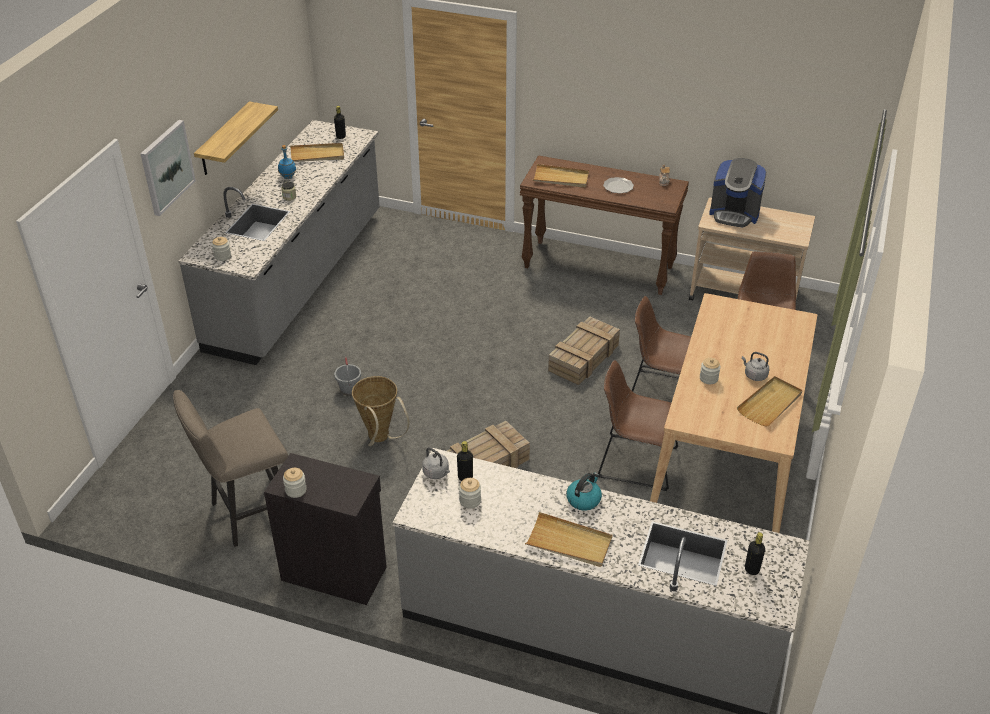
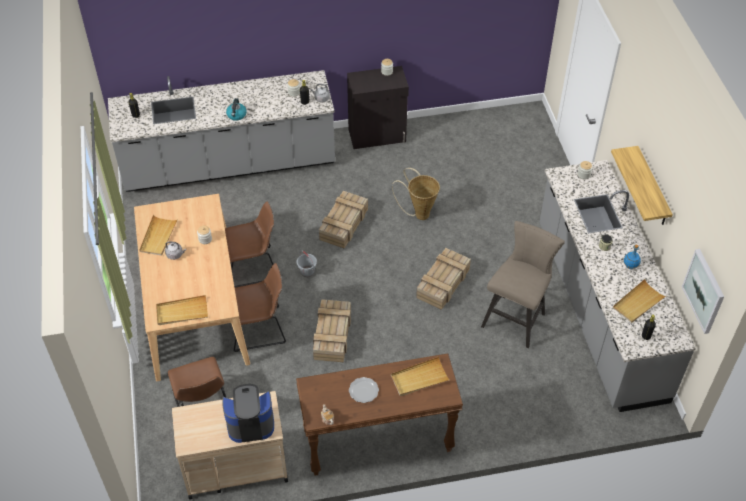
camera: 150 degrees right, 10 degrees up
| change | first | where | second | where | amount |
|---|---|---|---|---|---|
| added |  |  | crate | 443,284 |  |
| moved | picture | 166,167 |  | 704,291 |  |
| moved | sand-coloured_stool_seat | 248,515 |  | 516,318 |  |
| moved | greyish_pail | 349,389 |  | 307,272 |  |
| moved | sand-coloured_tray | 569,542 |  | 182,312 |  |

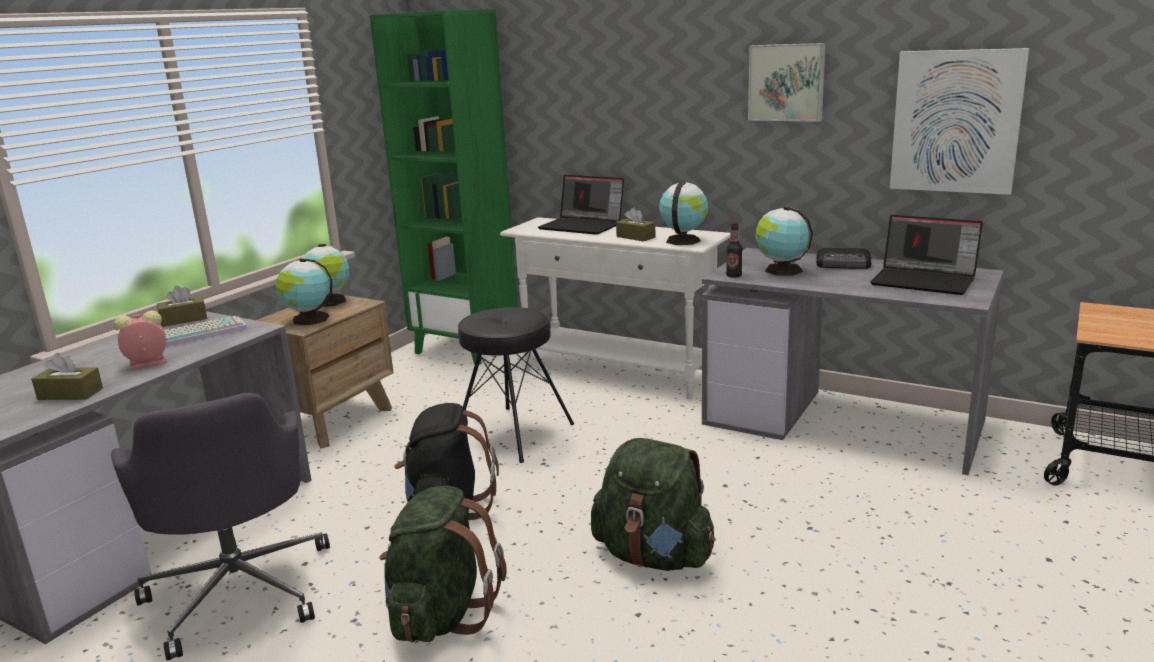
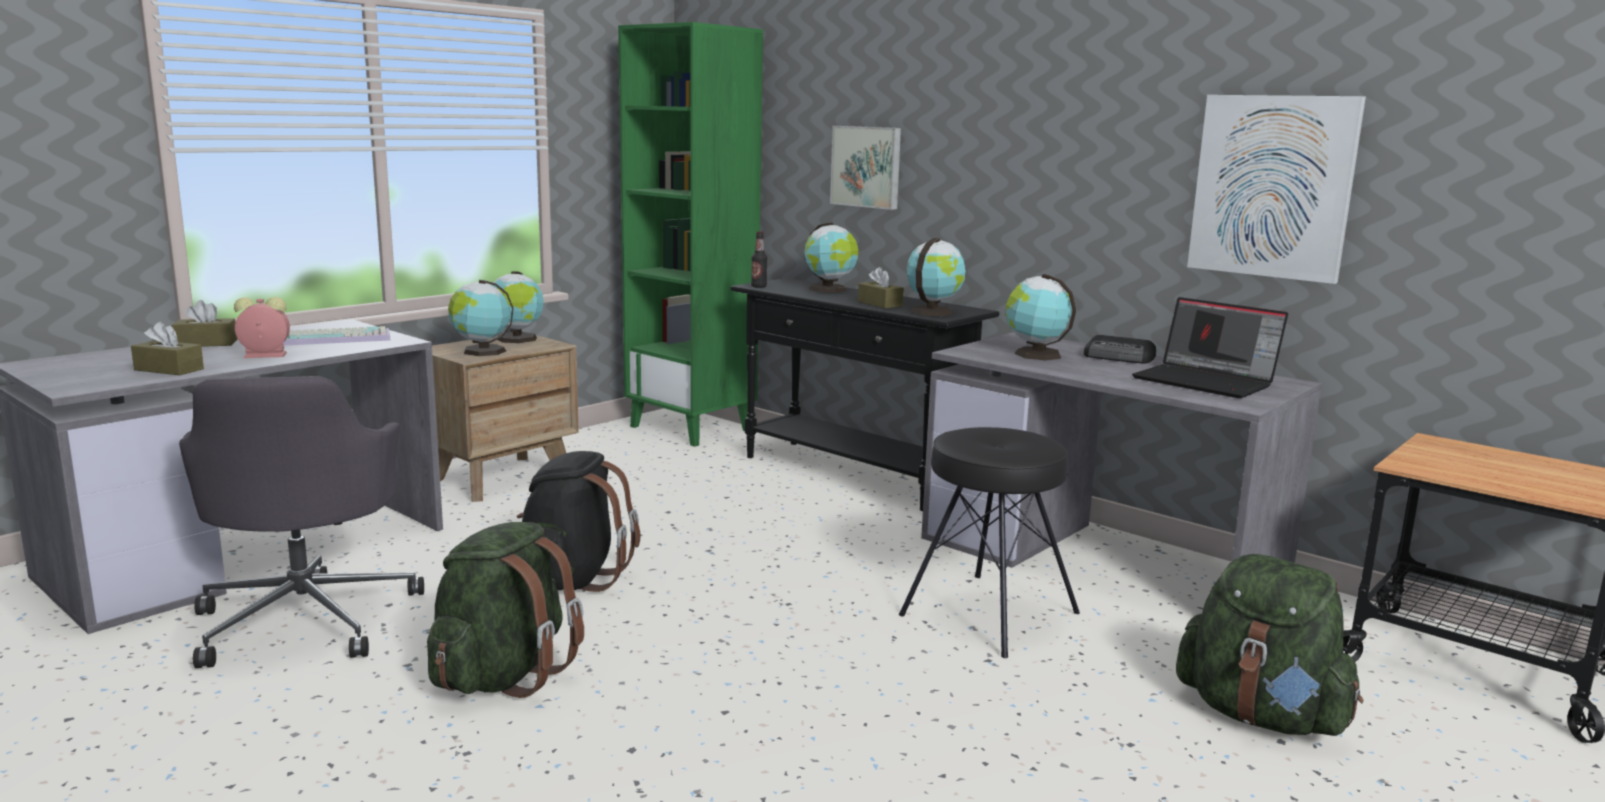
camera: 10 degrees right, 5 degrees down
| change | first | where | second | where | amount |
|---|---|---|---|---|---|
| moved | brown_box_of_tissues | 183,319 |  | 206,343 |  |
| moved | black_stool_seat | 513,433 |  | 988,613 |  |
| moved | green-coloured_rucksack | 654,556 |  | 1261,716 |  |
| moved | drink_bottle | 734,276 |  | 758,287 |  |
| moved | picture | 787,82 |  | 867,166 |  |
| replaced | laptop | 583,226 | desk_globe | 829,289 |  |
| recoloured | whitish_console_table | 618,373 | black_console_table | 853,474 |  |

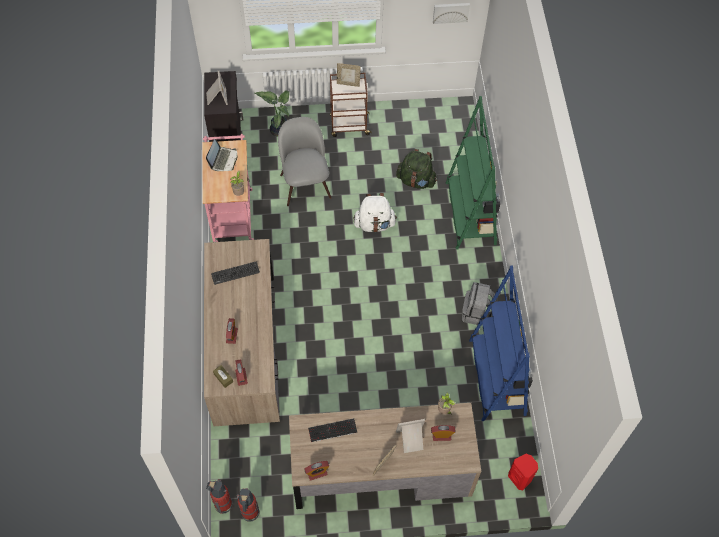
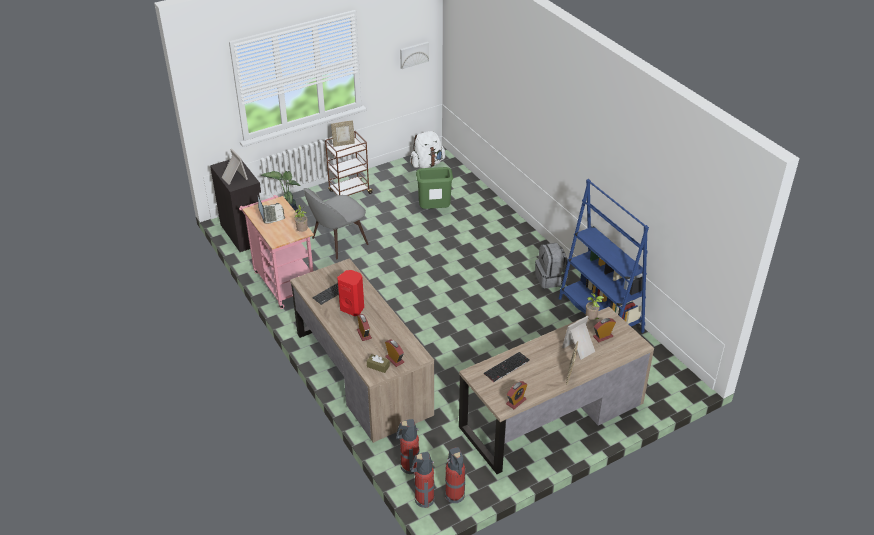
camera: 25 degrees left, 20 degrees down
| change | first | where | second | where | amount |
|---|---|---|---|---|---|
| removed | green-coloured_bookcase | 470,213 |  |  |  |
| added |  |  | extinguisher | 409,466 |  |
| moved | whitish_rucksack | 374,224 |  | 427,164 |  |
| moved | red_loudspeaker | 520,478 |  | 353,308 |  |
| replaced | green-coloured_rucksack | 416,181 | green-coloured_trash_can | 434,210 |  |
| turned | greyish_chair | 305,184 |  | 337,242 | 90 degrees counterclockwise |

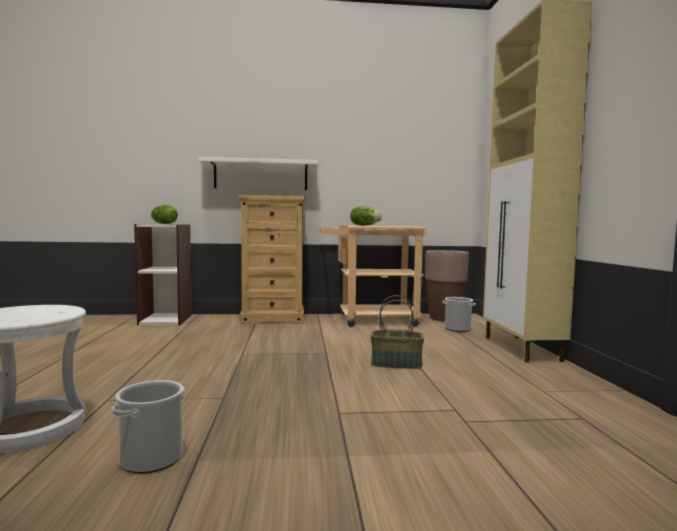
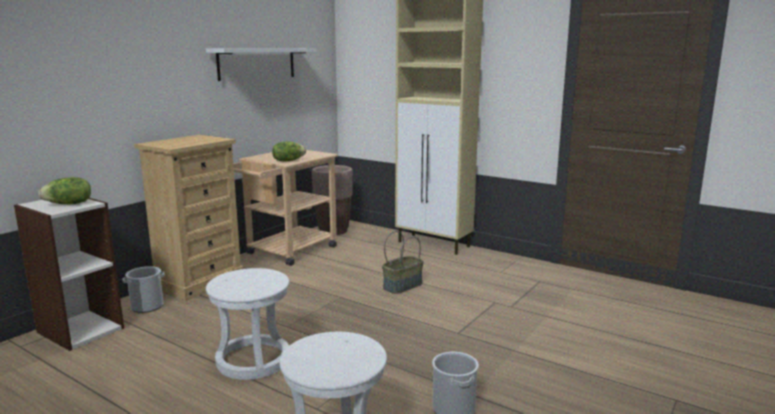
camera: 50 degrees left, 10 degrees up
| change | first | where | second | where | amount |
|---|---|---|---|---|---|
| added |  |  | whitish_stool_seat | 253,360 |  |
| moved | whitish_wall_shelf | 261,175 |  | 257,63 |  |
| moved | pail | 457,329 |  | 147,306 |  |

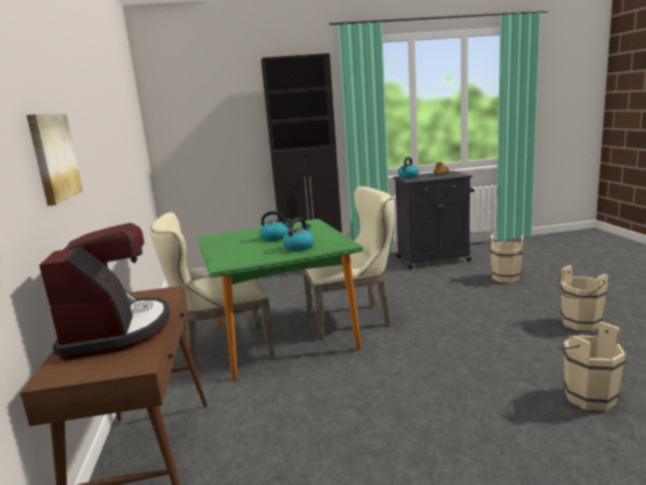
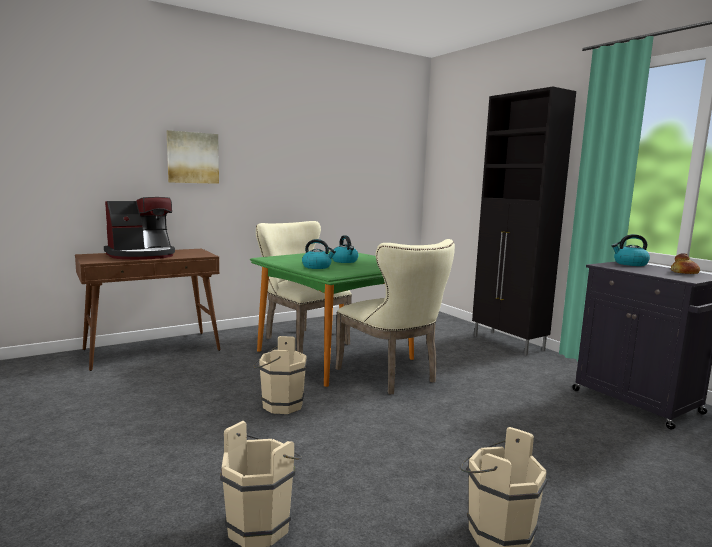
camera: 65 degrees right, 5 degrees down
| change | first | where | second | where | amount |
|---|---|---|---|---|---|
| moved | sand-coloured_pail | 505,279 |  | 279,405 |  |

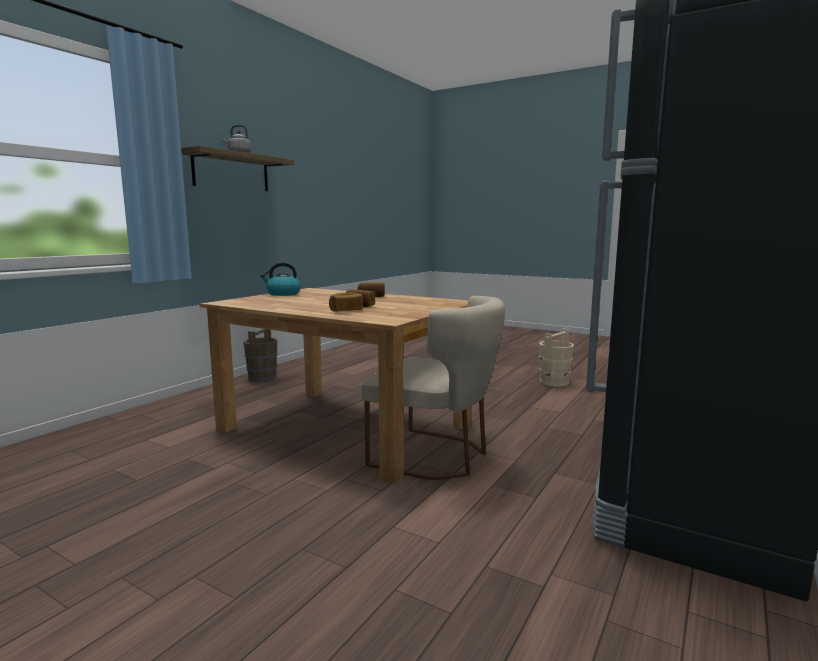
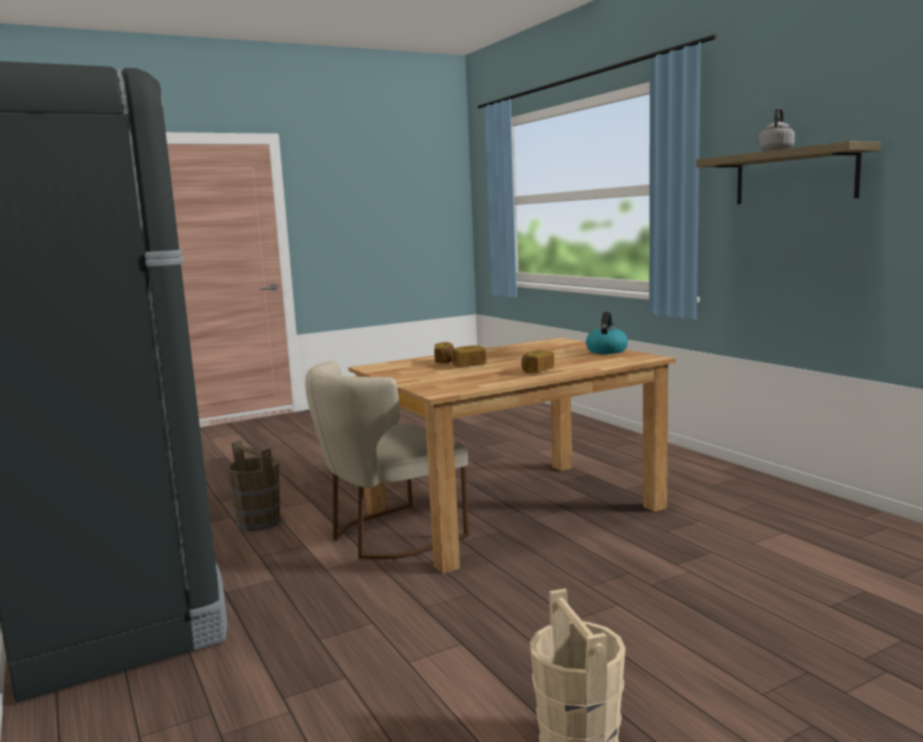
camera: 120 degrees right, 0 degrees up
| change | first | where | second | where | amount |
|---|---|---|---|---|---|
| moved | brown_pail | 262,378 |  | 258,522 |  |

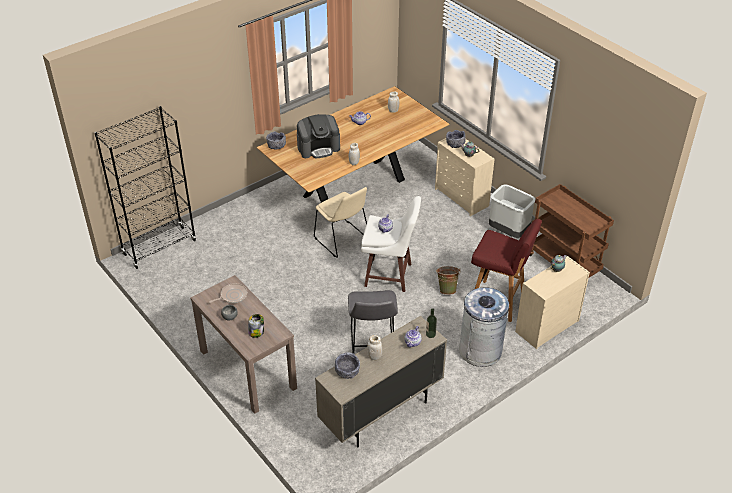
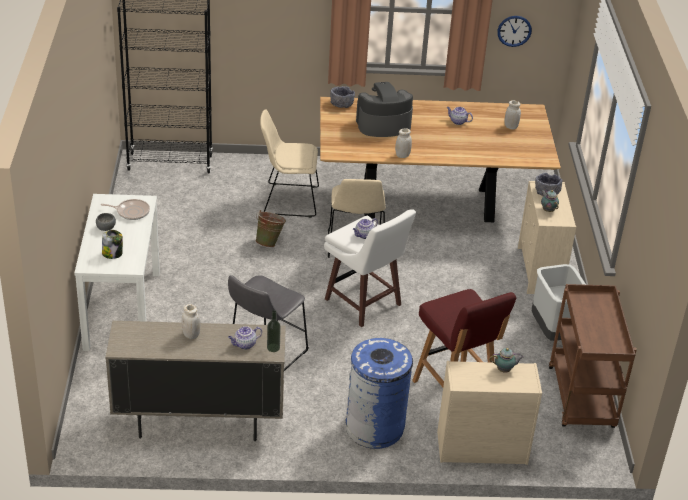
camera: 35 degrees right, 5 degrees down
| change | first | where | second | where | amount |
|---|---|---|---|---|---|
| removed | greyish_bowl | 347,371 |  |  |  |
| added |  |  | sand-coloured_chair | 288,200 |  |
| added |  |  | wall_clock | 514,31 |  |
| moved | green-coloured_pail | 447,289 |  | 270,242 |  |
| recoloured | brown_console_table | 247,369 | whitish_console_table | 122,309 |  |
| recoloured | greyish_trash_can | 480,350 | blue_trash_can | 375,427 |  |
| turned | coffee_machine | 318,147 |  | 383,125 | 150 degrees clockwise |

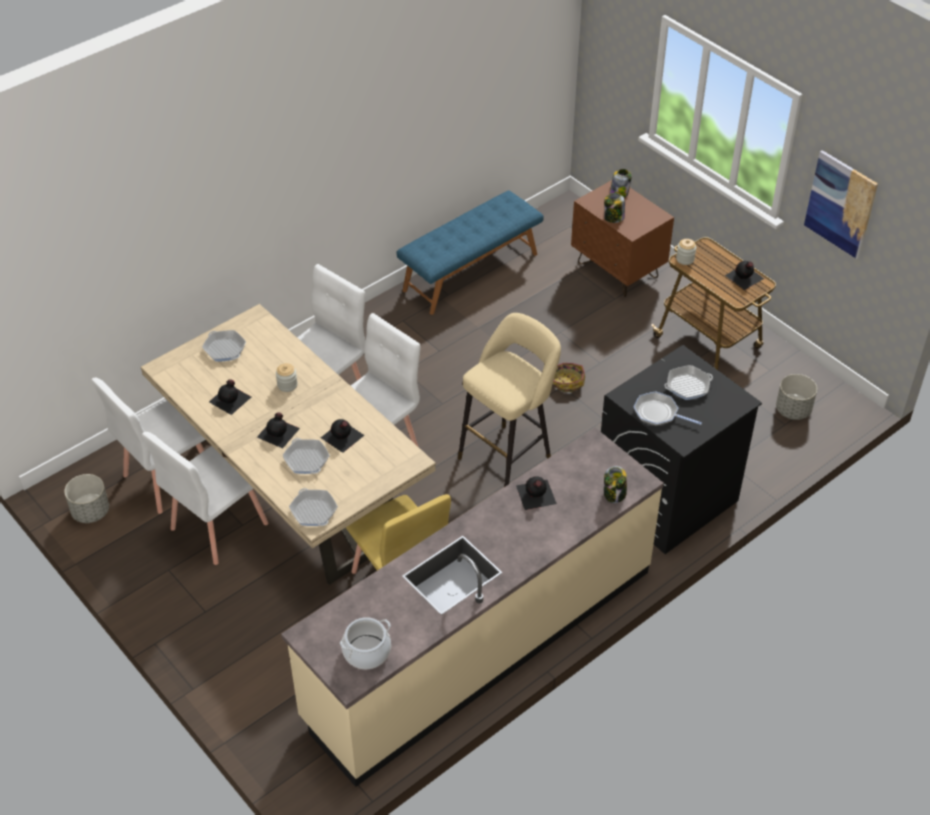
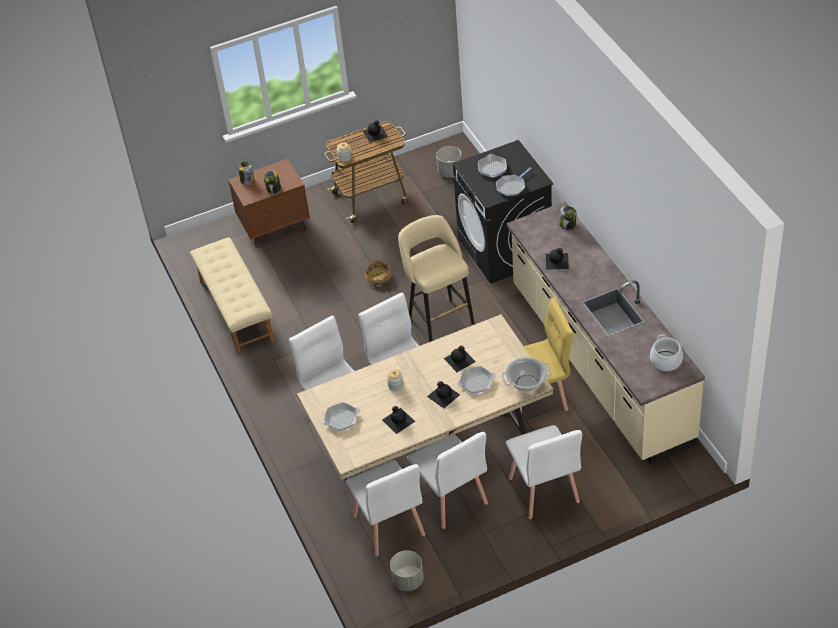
camera: 70 degrees left, 0 degrees up
| change | first | where | second | where | amount |
|---|---|---|---|---|---|
| removed | picture | 840,204 |  |  |  |
| added |  |  | whitish_chair | 543,490 |  |
| replaced | frying_pan | 313,511 | saucepot | 526,383 |  |
| recoloured | blue_long_seat | 470,271 | sand-coloured_long_seat | 236,311 |  |

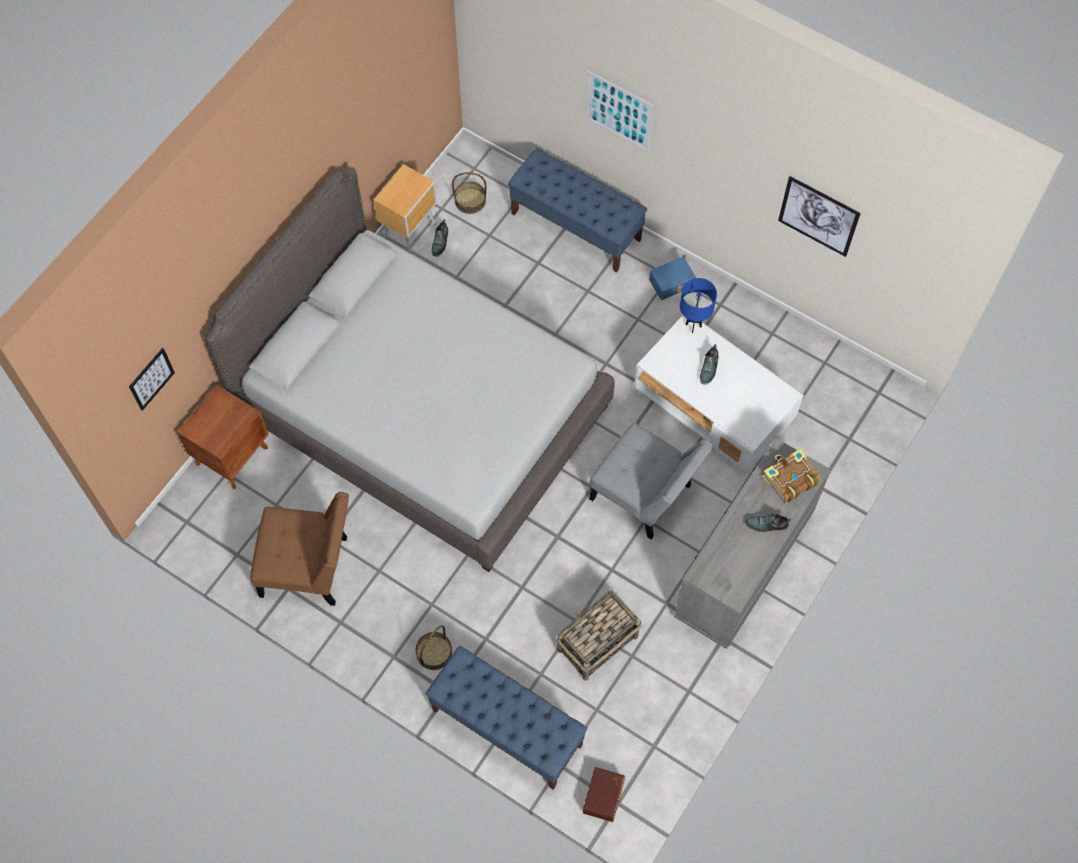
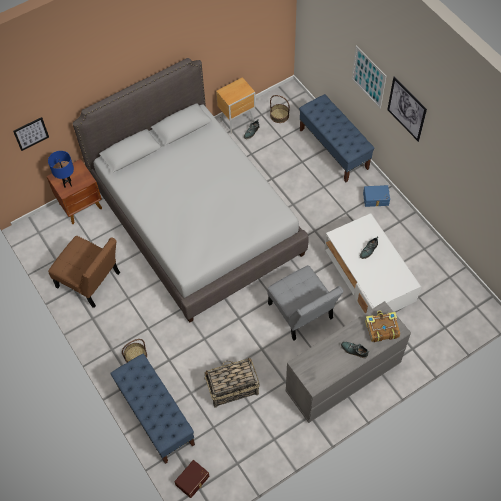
camera: 25 degrees right, 5 degrees down
| change | first | where | second | where | amount |
|---|---|---|---|---|---|
| moved | blue_lamp_for_a_table | 693,325 |  | 68,184 |  |
| moved | picture | 818,216 |  | 406,109 |  |

